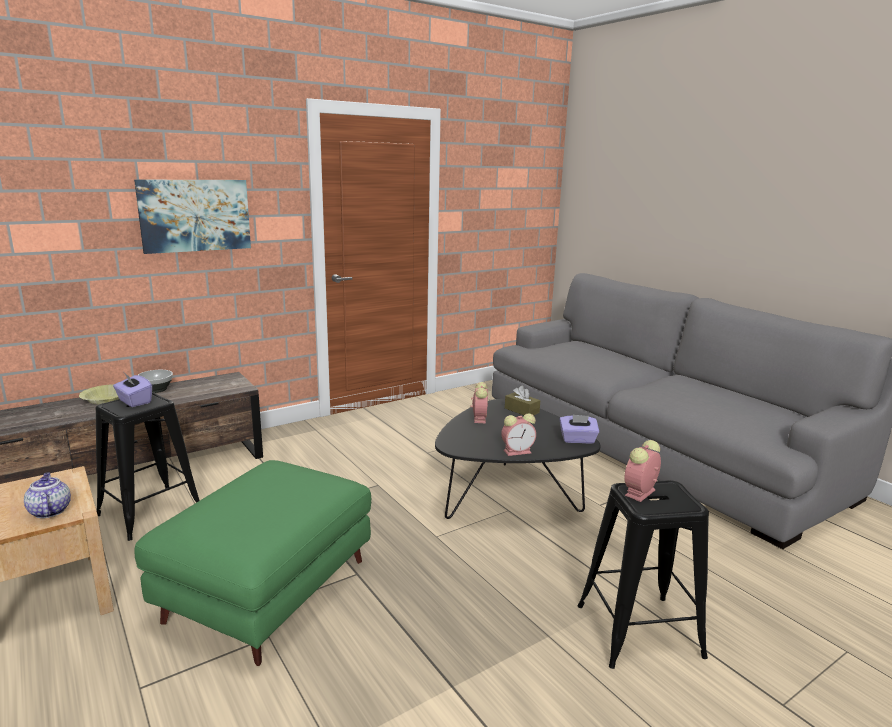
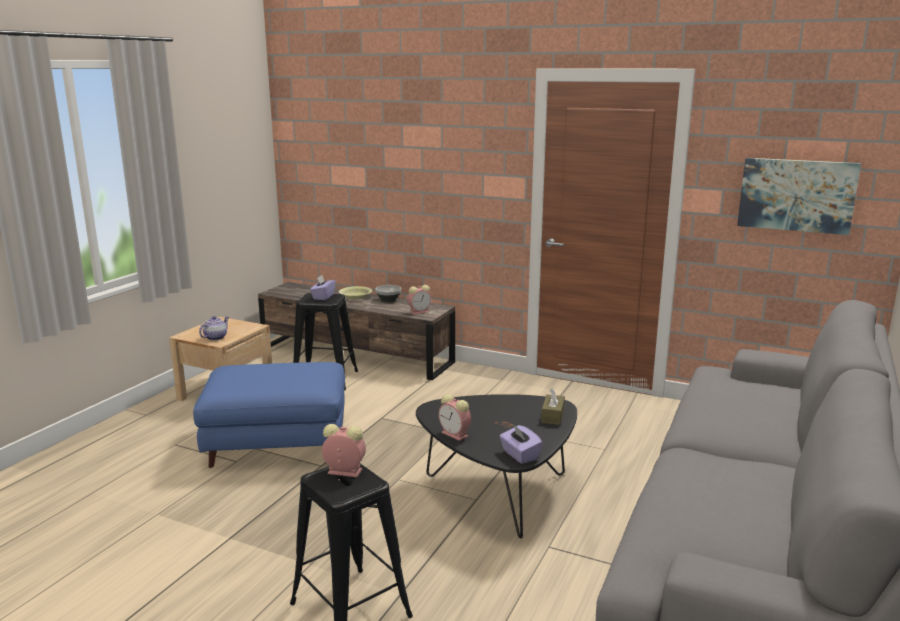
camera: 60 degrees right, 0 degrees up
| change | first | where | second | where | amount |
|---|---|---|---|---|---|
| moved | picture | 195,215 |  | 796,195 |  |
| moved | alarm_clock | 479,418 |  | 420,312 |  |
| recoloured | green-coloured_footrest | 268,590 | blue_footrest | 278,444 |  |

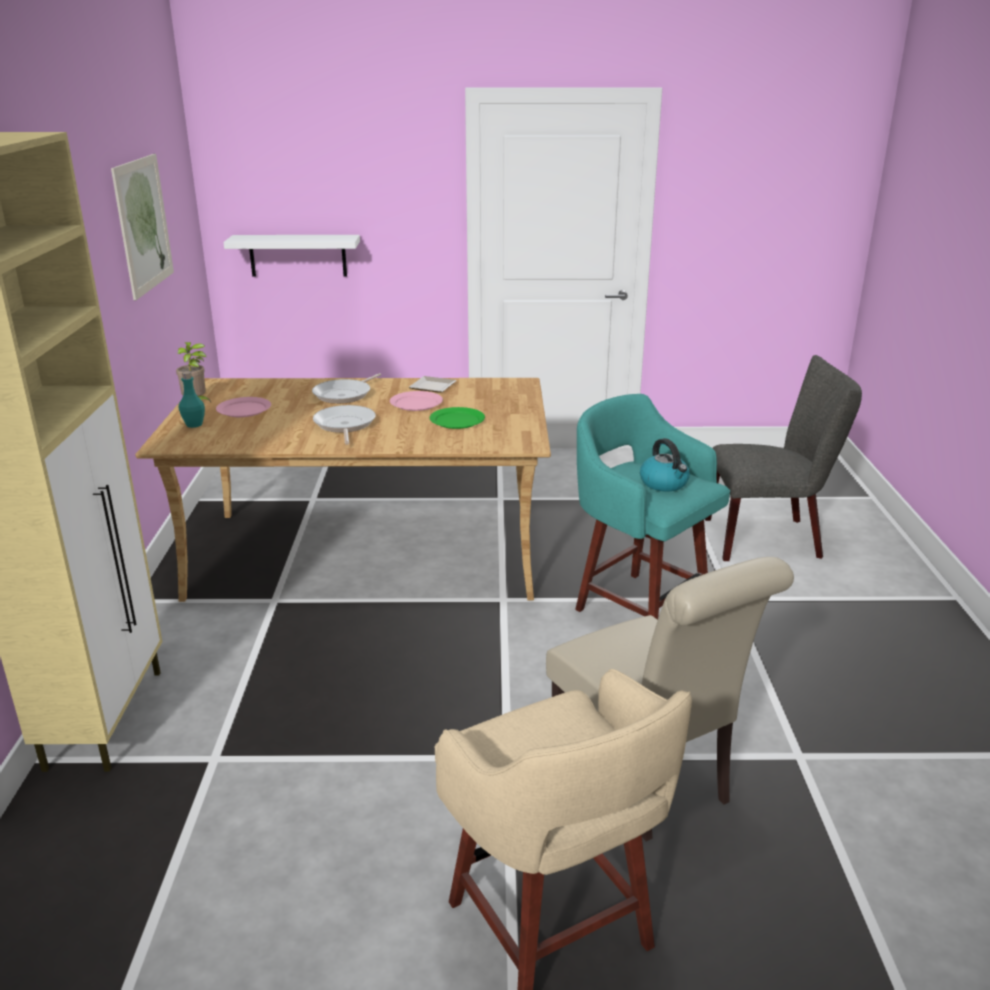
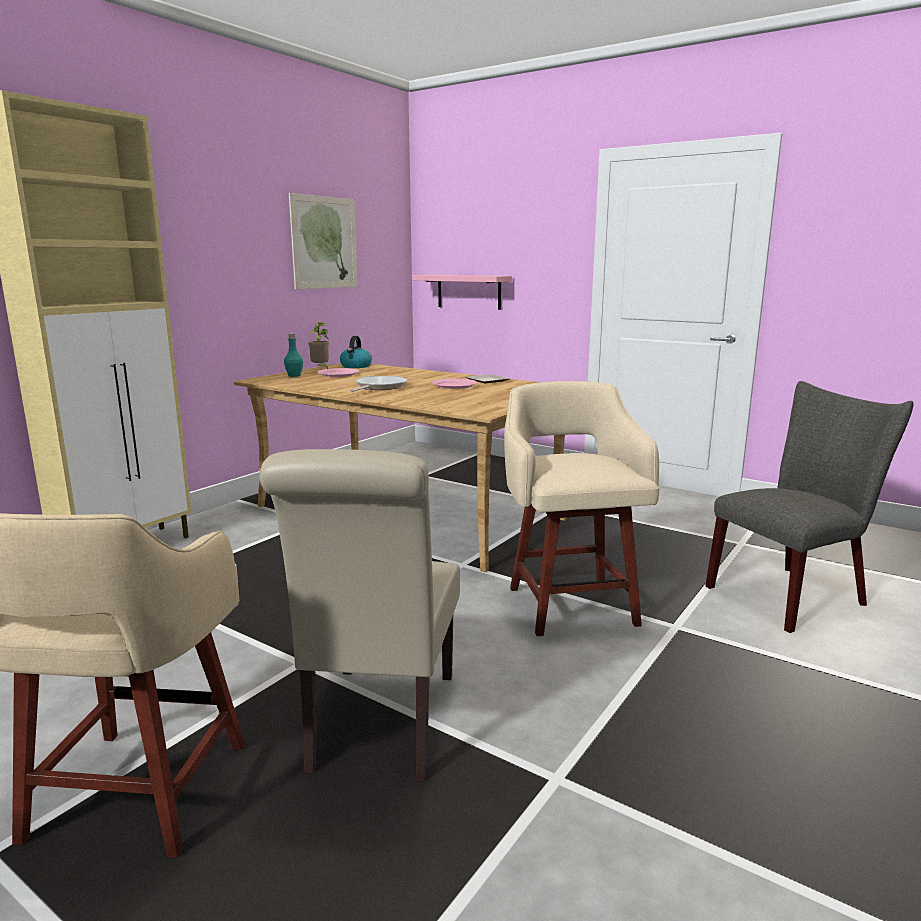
camera: 35 degrees right, 10 degrees down
| change | first | where | second | where | amount |
|---|---|---|---|---|---|
| removed | frying_pan | 345,395 |  |  |  |
| removed | green-coloured_plate | 457,420 |  |  |  |
| moved | kettle | 664,483 |  | 356,366 |  |
| recoloured | whitish_wall_shelf | 298,255 | pinkish_wall_shelf | 469,291 |  |
| recoloured | turquoise-coloured_stool_seat | 638,607 | sand-coloured_stool_seat | 570,603 |  |
| turned | greyish_chair | 770,538 |  | 793,594 | 60 degrees counterclockwise |

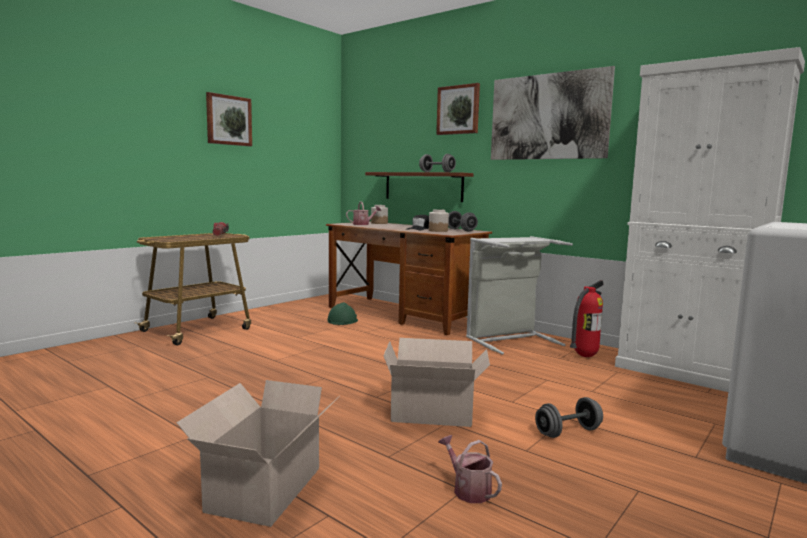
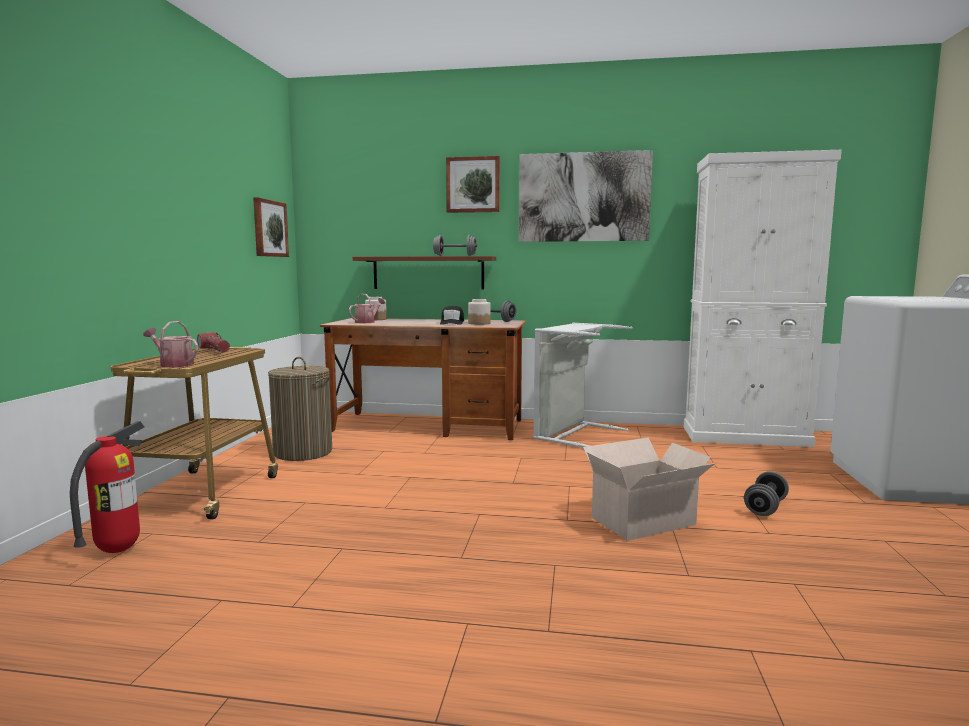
camera: 30 degrees left, 0 degrees up
| change | first | where | second | where | amount |
|---|---|---|---|---|---|
| removed | packing_box | 262,491 |  |  |  |
| removed | green-coloured_work_helmet | 342,320 |  |  |  |
| added |  |  | washing_basket | 302,452 |  |
| moved | picture | 228,120 |  | 269,228 |  |
| moved | sprinkling_can | 468,489 |  | 173,364 |  |
| moved | extinguisher | 584,356 |  | 117,550 |  |

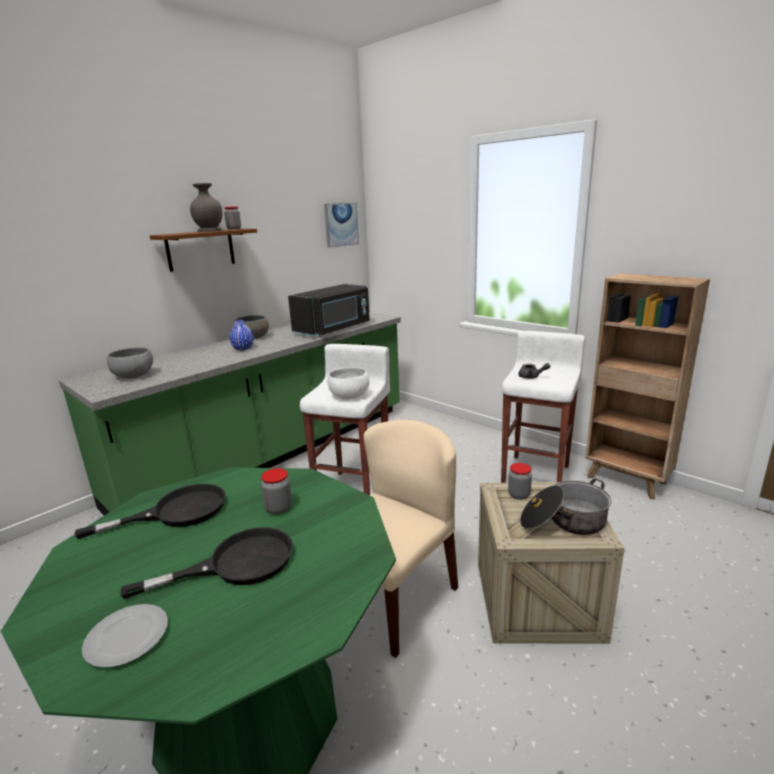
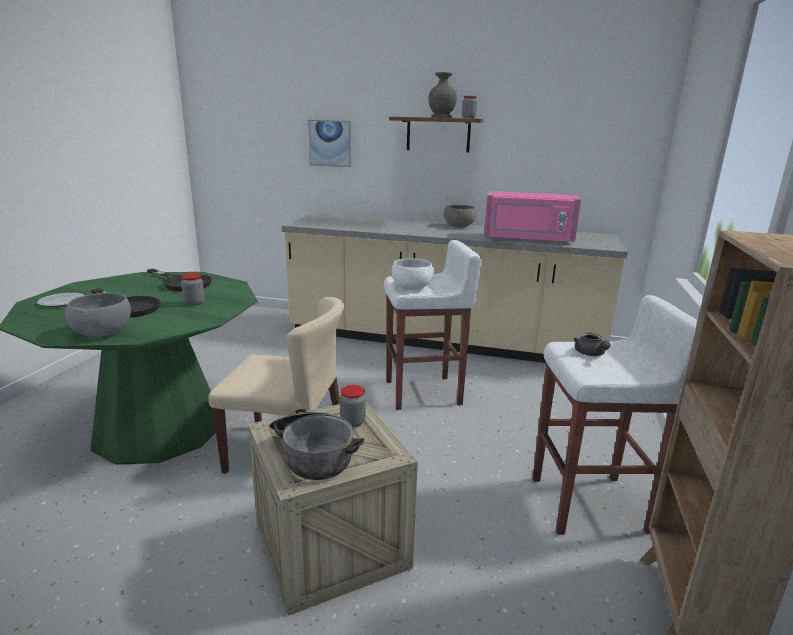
camera: 60 degrees right, 0 degrees up
| change | first | where | second | where | amount |
|---|---|---|---|---|---|
| removed | blue_decorative_vase | 243,348 |  |  |  |
| moved | greyish_bowl | 133,376 |  | 102,332 |  |
| moved | picture | 341,224 |  | 330,143 |  |
| recoloured | green-coloured_kitchen_counter | 273,454 | sand-coloured_kitchen_counter | 441,341 |  |
| recoloured | black_microwave_oven | 334,329 | pinkish_microwave_oven | 527,239 |  |

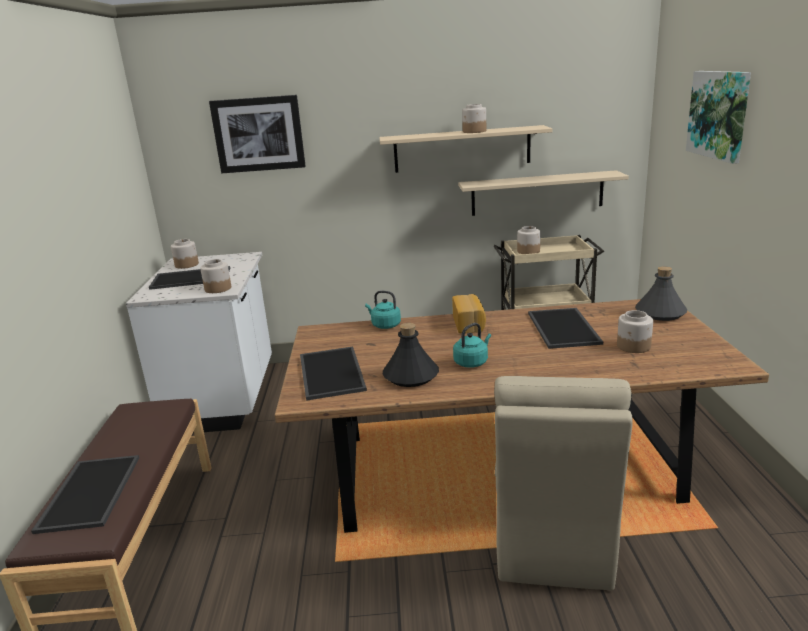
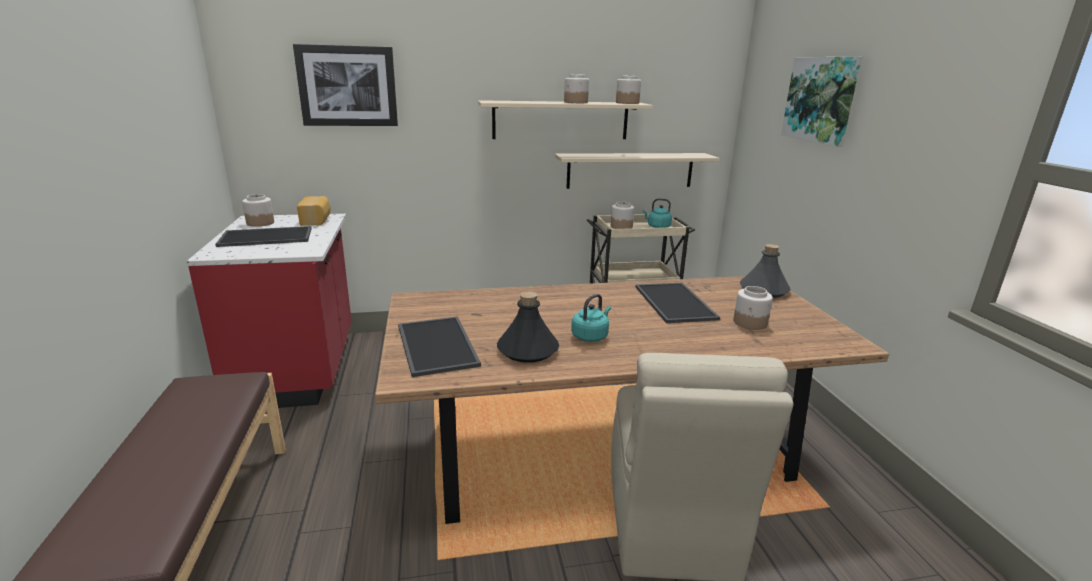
camera: 10 degrees left, 0 degrees up
| change | first | where | second | where | amount |
|---|---|---|---|---|---|
| removed | tray | 88,492 |  |  |  |
| moved | preserve_jar | 218,288 |  | 627,103 |  |
| moved | turquoise-coloured_kettle | 384,325 |  | 657,227 |  |
| moved | bakery_bread | 469,324 |  | 316,220 |  |
| recoloured | whitish_kitchen_counter | 224,397 | red_kitchen_counter | 299,369 |  |

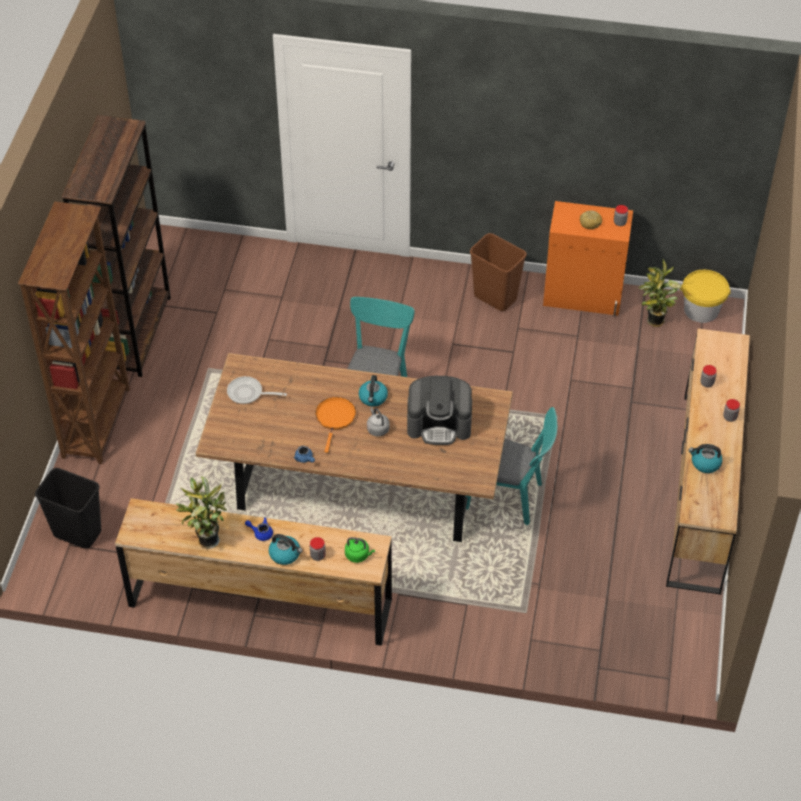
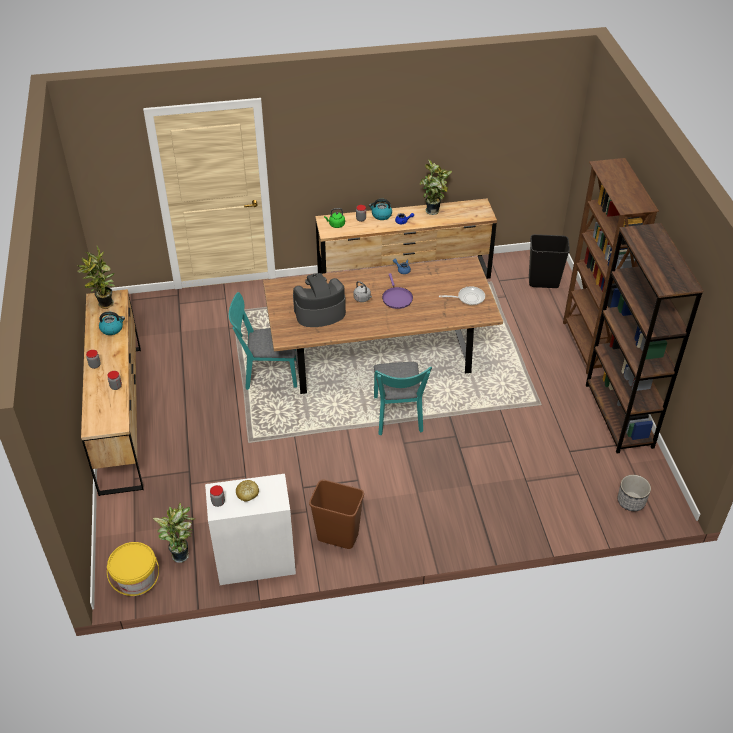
camera: 160 degrees right, 5 degrees down
| change | first | where | second | where | amount |
|---|---|---|---|---|---|
| removed | kettle | 373,398 |  |  |  |
| added |  |  | potted_plant | 105,305 |  |
| added |  |  | flower_pot | 631,501 |  |
| recoloured | orangey_frying_pan | 335,418 | purplish_frying_pan | 396,298 |  |
| recoloured | orangey_cabinet | 583,297 | whitish_cabinet | 255,561 |  |

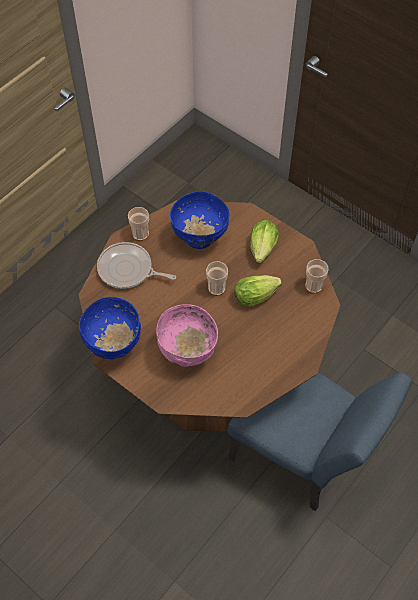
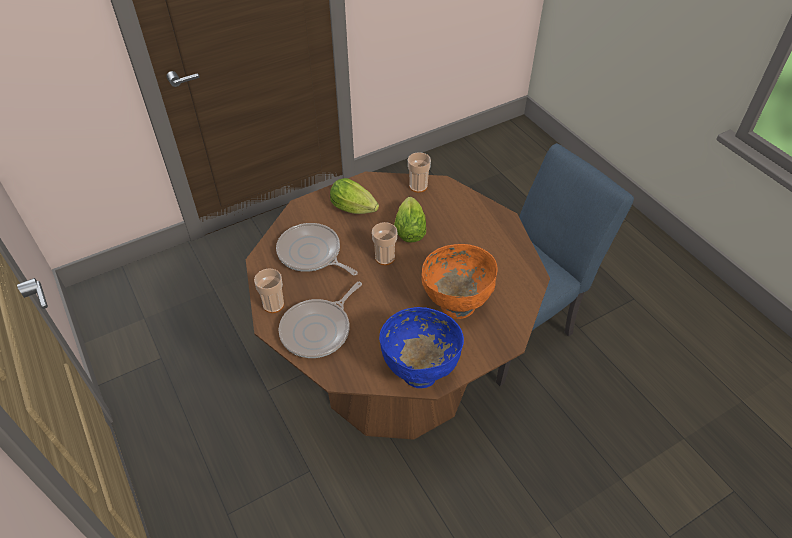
camera: 70 degrees left, 10 degrees down
| change | first | where | second | where | amount |
|---|---|---|---|---|---|
| replaced | blue_bowl | 199,238 | frying_pan | 311,254 |  |
| recoloured | pinkish_bowl | 188,353 | orangey_bowl | 456,304 |  |

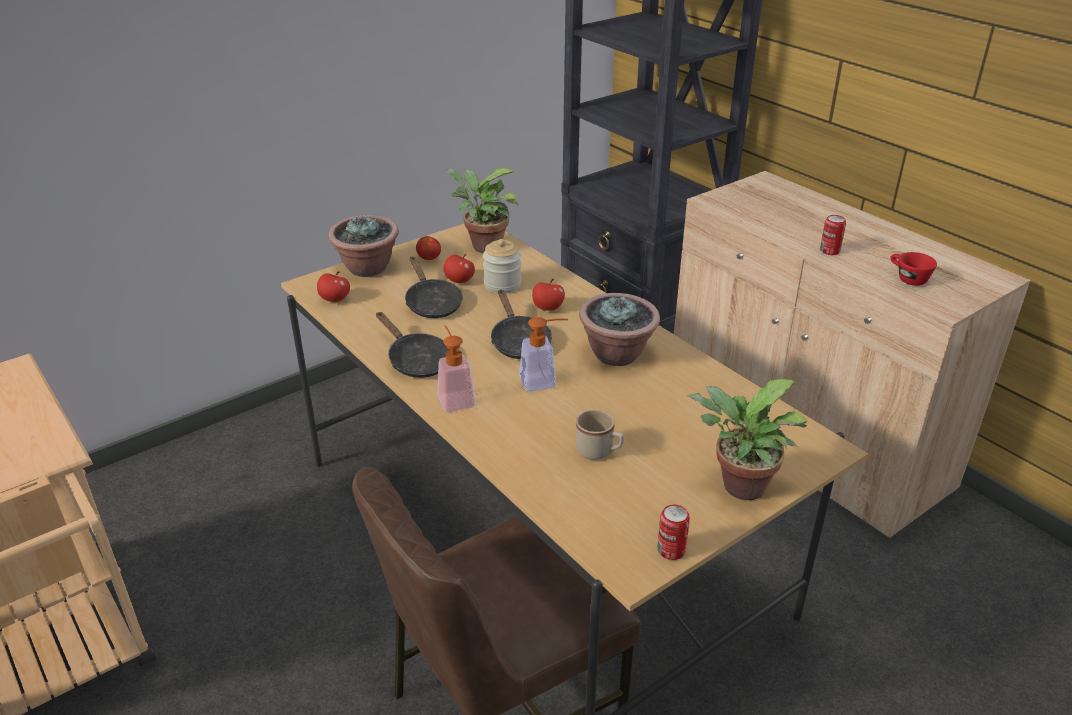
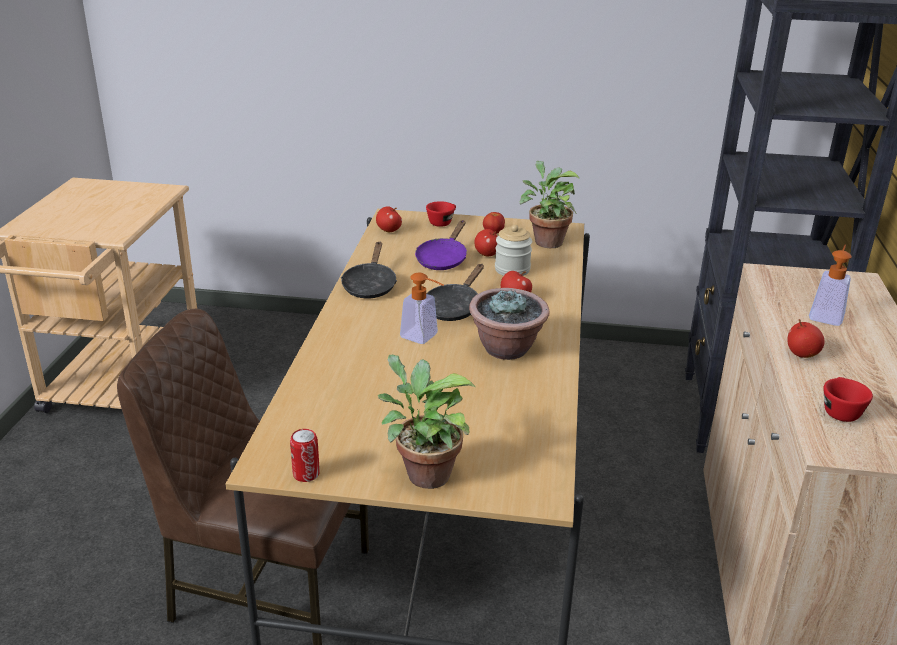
camera: 45 degrees right, 5 degrees down
| change | first | where | second | where | amount |
|---|---|---|---|---|---|
| removed | sand-coloured_mug | 599,452 |  |  |  |
| moved | soap_dispenser | 454,397 |  | 827,314 |  |
| replaced | potted_plant | 368,268 | red_drinking_cup | 442,222 |  |
| replaced | metal_can | 829,251 | apple | 802,354 |  |
| recoloured | black_frying_pan | 432,303 | purplish_frying_pan | 443,259 |  |

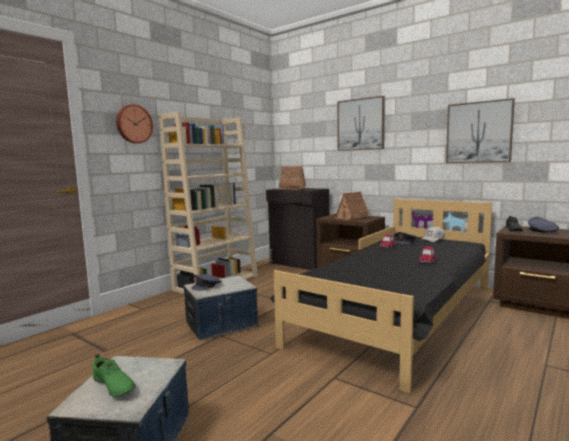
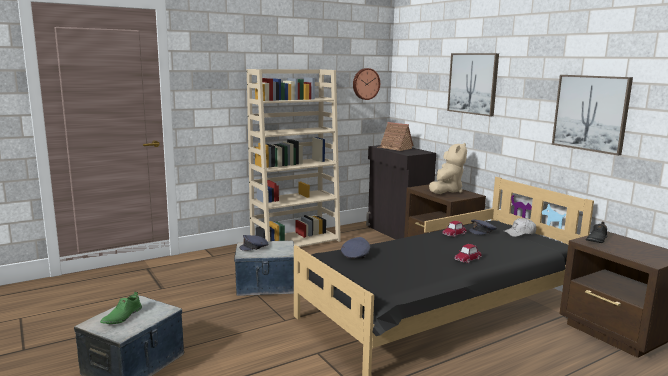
camera: 20 degrees right, 5 degrees up
| change | first | where | second | where | amount |
|---|---|---|---|---|---|
| moved | wall_clock | 133,124 |  | 365,84 |  |
| moved | greyish_cap | 541,231 |  | 355,255 |  |
| replaced | toy_house | 351,217 | sand-coloured_soft_toy | 446,191 |  |
| turned | green-coloured_low_shoe | 113,386 |  | 122,317 | 45 degrees clockwise |

